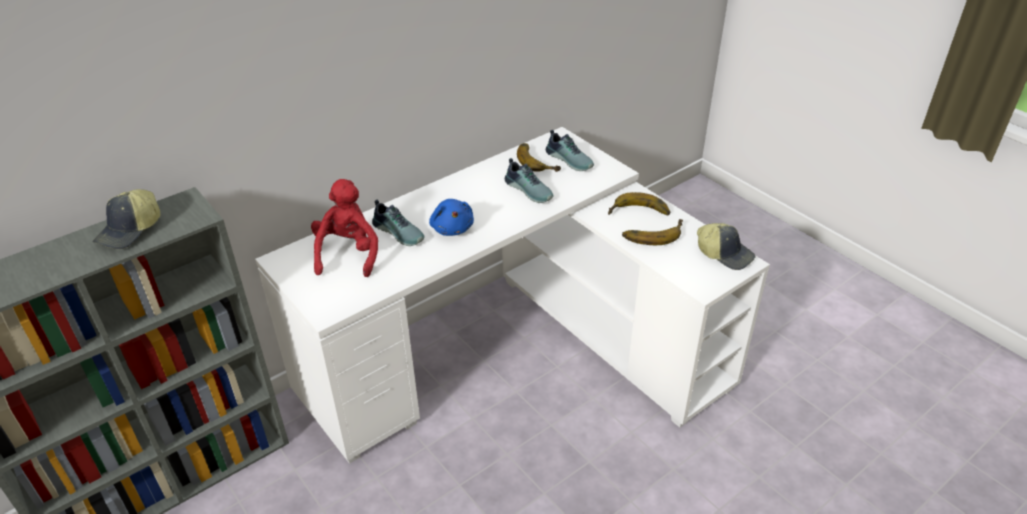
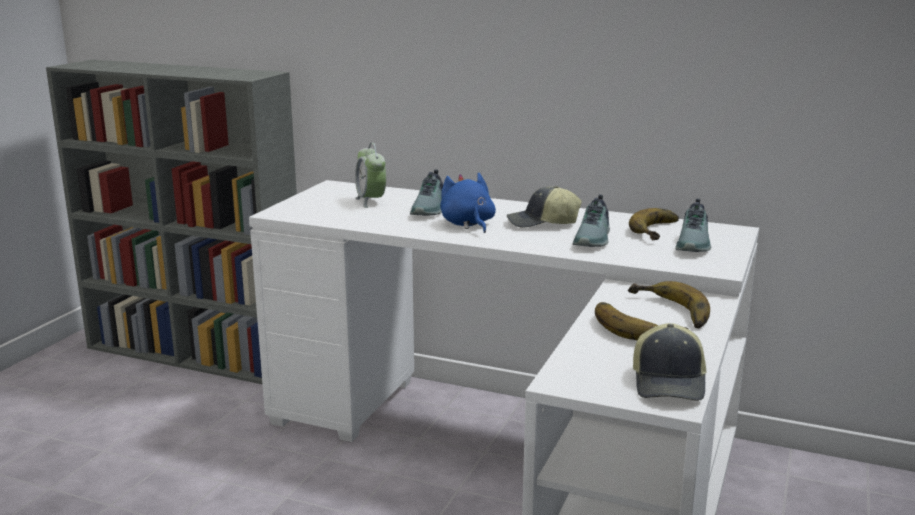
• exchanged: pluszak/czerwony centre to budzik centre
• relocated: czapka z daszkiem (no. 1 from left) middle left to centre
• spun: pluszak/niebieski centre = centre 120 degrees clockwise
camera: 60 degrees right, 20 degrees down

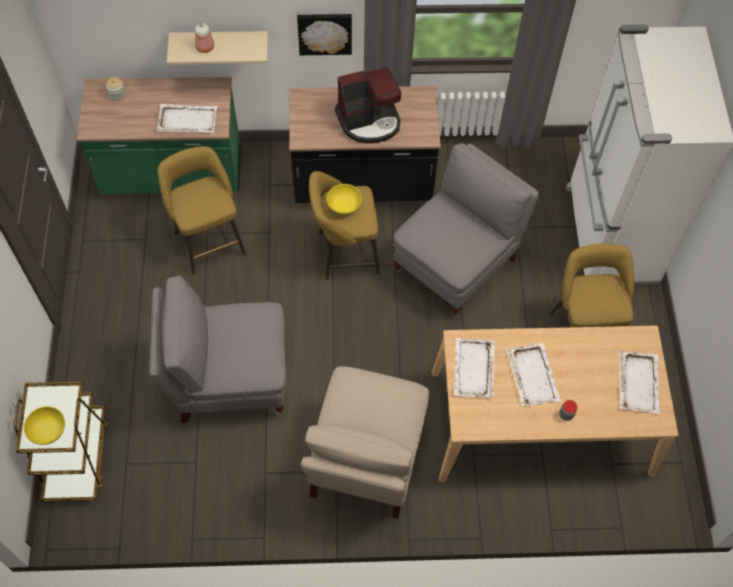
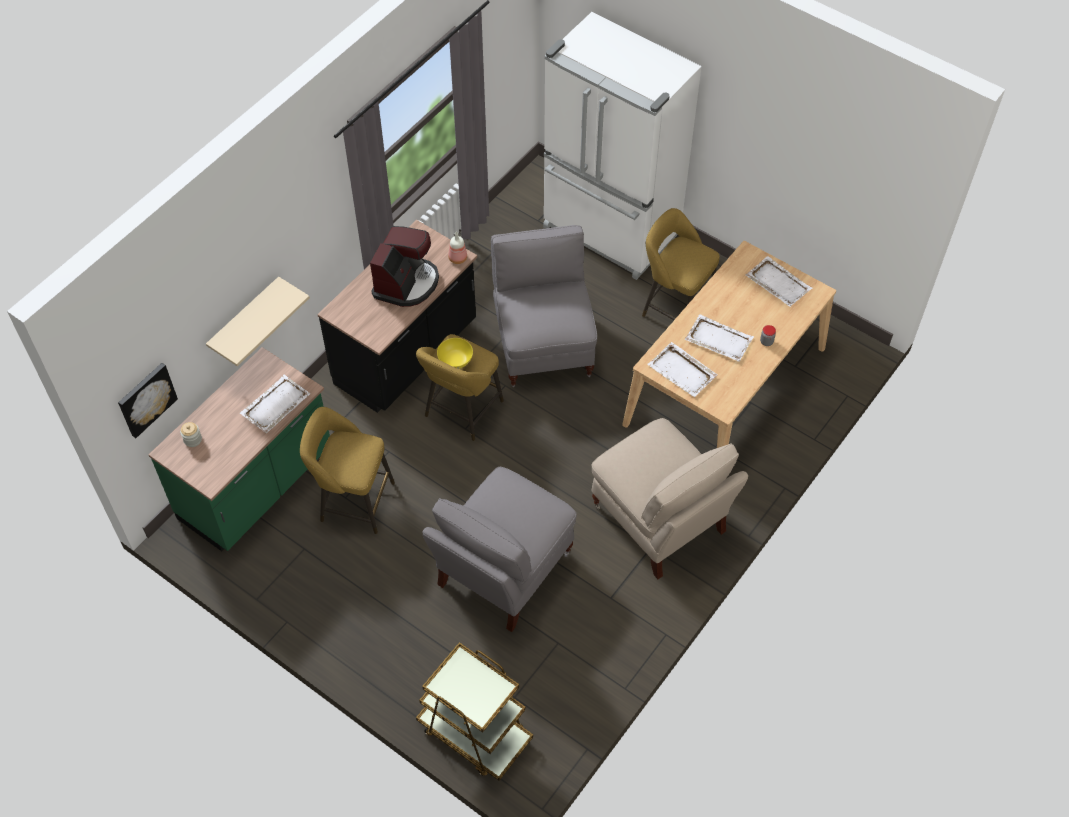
• relocated: obraz top centre to middle left
• relocated: butelka top left to top centre
• missing: miska/żółty (no. 1 from left) bottom left
camera: 50 degrees left, 5 degrees down

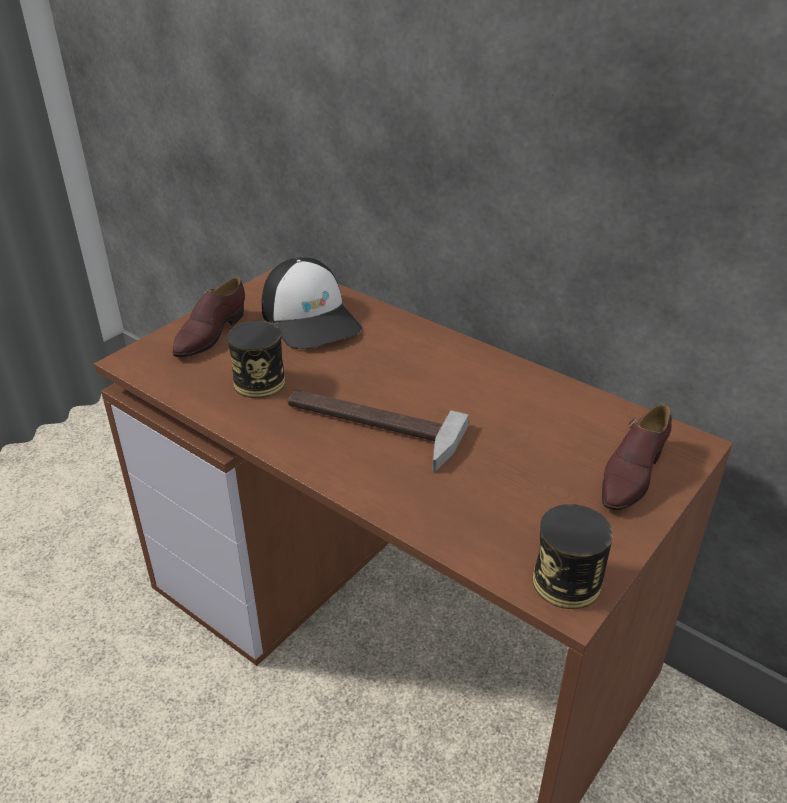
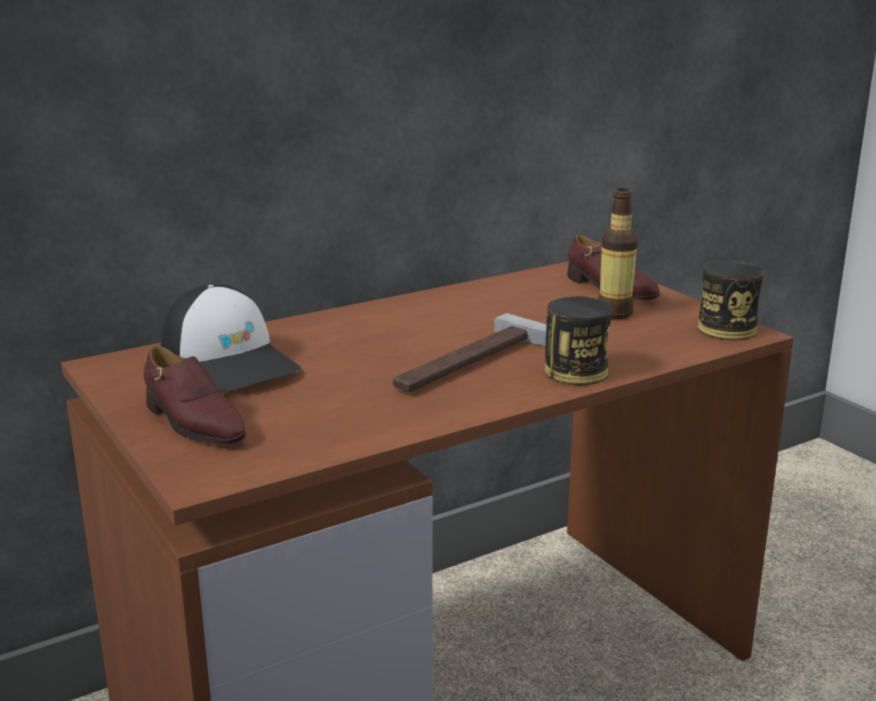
• spun: czapka z daszkiem centre = middle left 60 degrees clockwise
• relocated: puszka (no. 1 from left) middle left to centre
• appeared: butelka middle right
camera: 70 degrees left, 15 degrees down

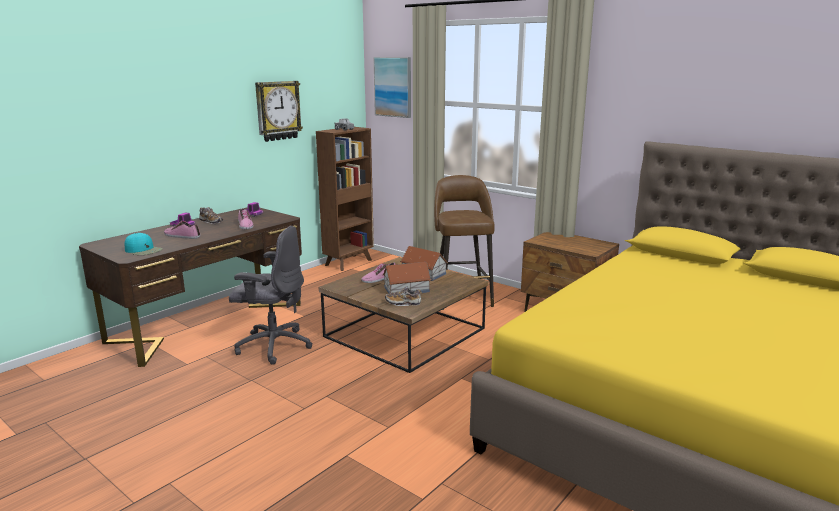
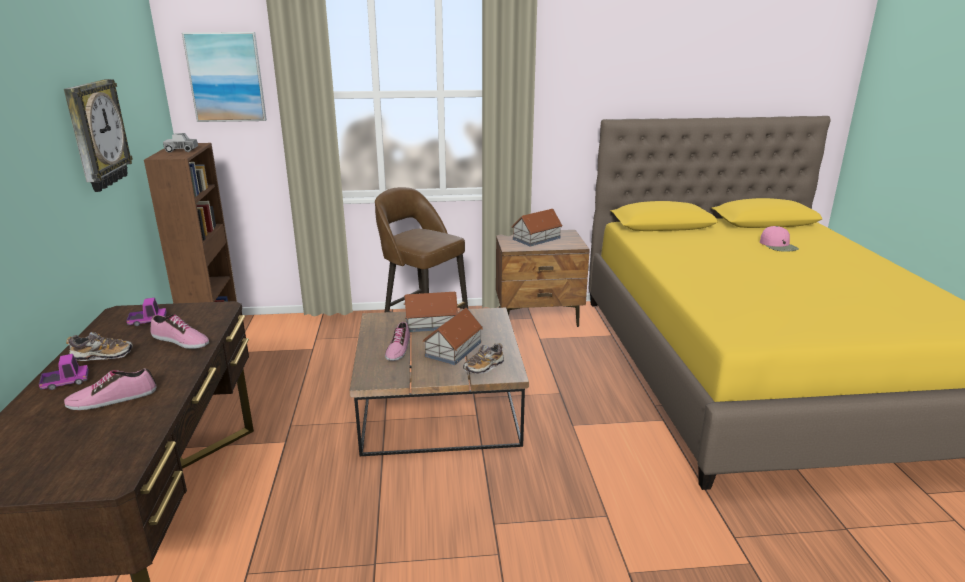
• missing: krzesło biurowe/szary middle left
• missing: czapka z daszkiem/turkusowy middle left
• appeared: domek (no. 3 from left) centre
• appeared: czapka z daszkiem/różowy middle right
camera: 45 degrees left, 5 degrees up

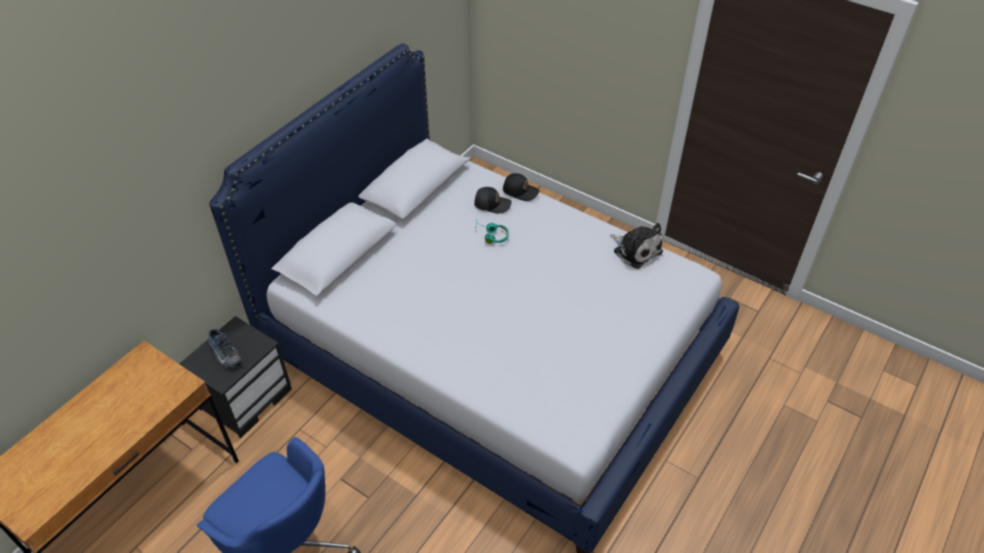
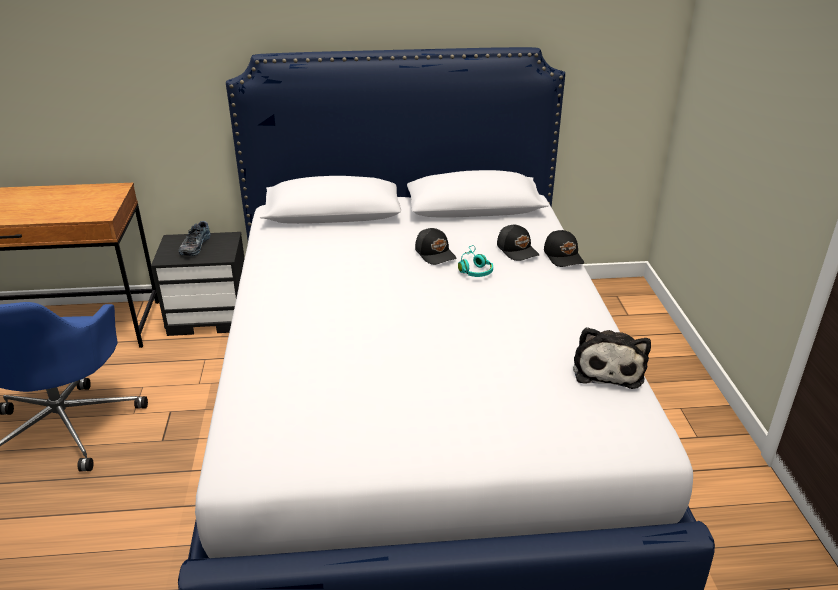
• appeared: czapka z daszkiem/czarny (no. 1 from left) centre
camera: 50 degrees right, 15 degrees down

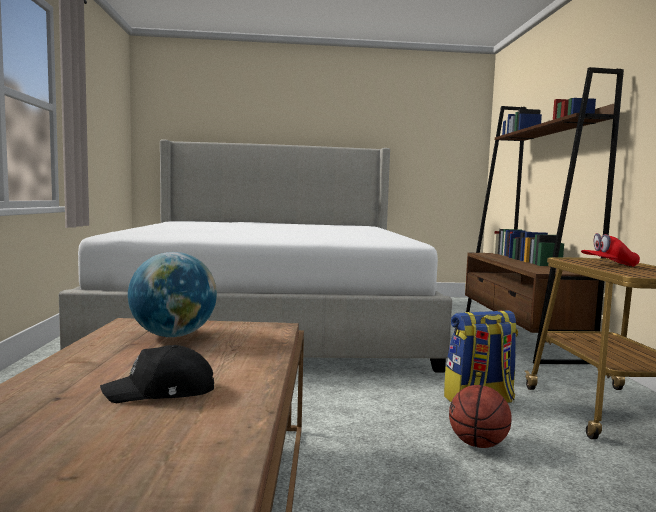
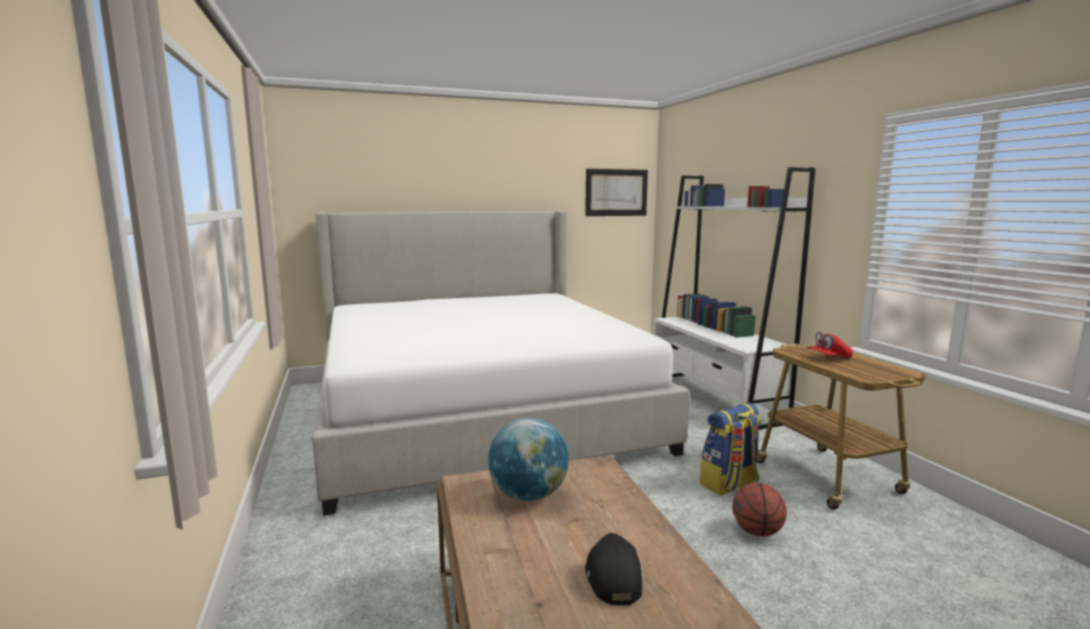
• colour: regał/brązowy middle right to regał/biały middle right
• spun: czapka z daszkiem/czarny bottom left = bottom centre 120 degrees clockwise
• appeared: obraz top centre
camera: 15 degrees left, 5 degrees up

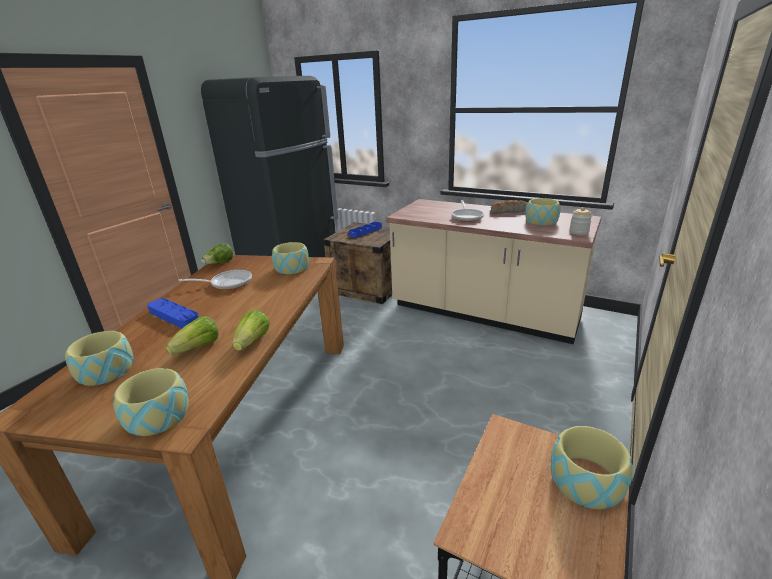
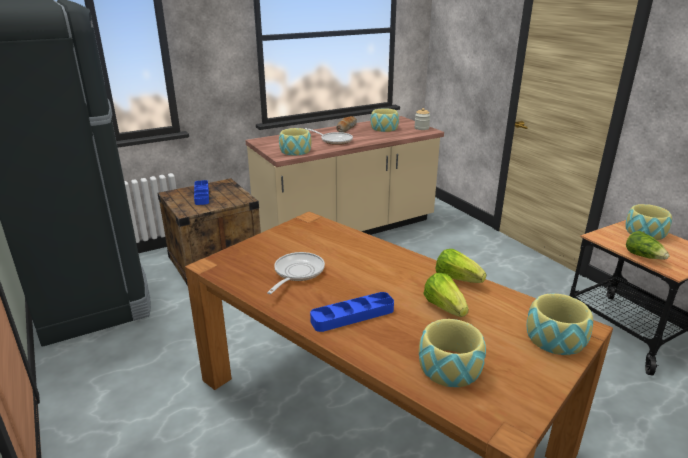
• relocated: miska (no. 3 from left in the first image) centre to miska (no. 1 from left) top centre
• relocated: sałata (no. 2 from left in the first image) middle left to sałata (no. 3 from left) middle right
camera: 60 degrees left, 0 degrees up

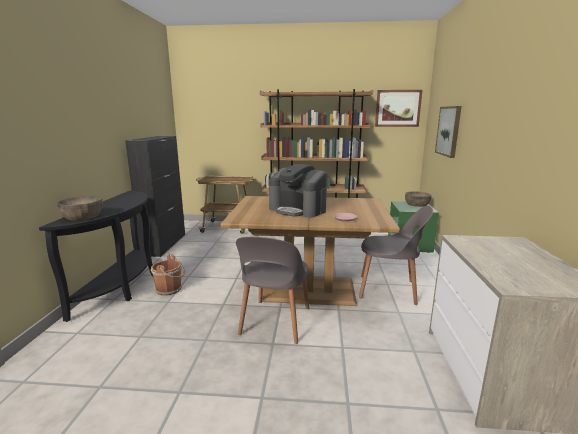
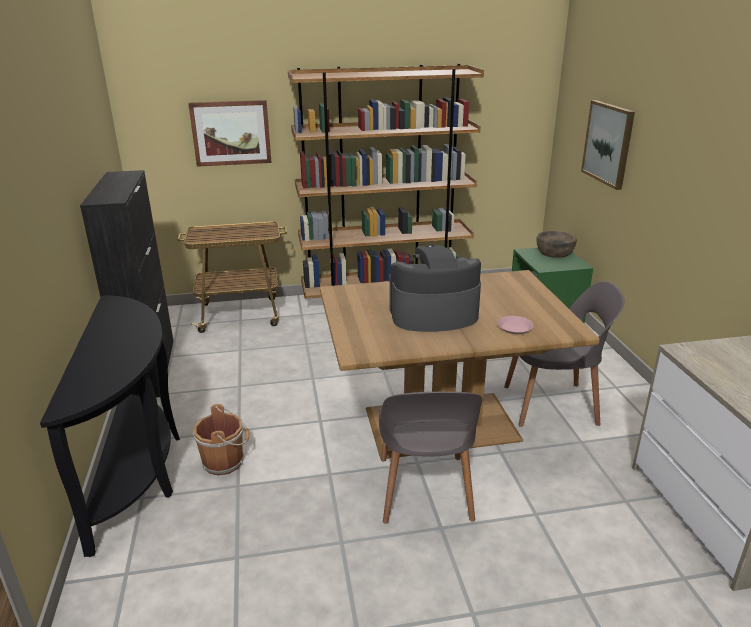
• relocated: obraz (no. 1 from left) top right to top left
• spun: ekspres do kawy centre = centre 150 degrees clockwise
• missing: miska/brązowy (no. 1 from left) middle left
camera: 15 degrees left, 10 degrees up

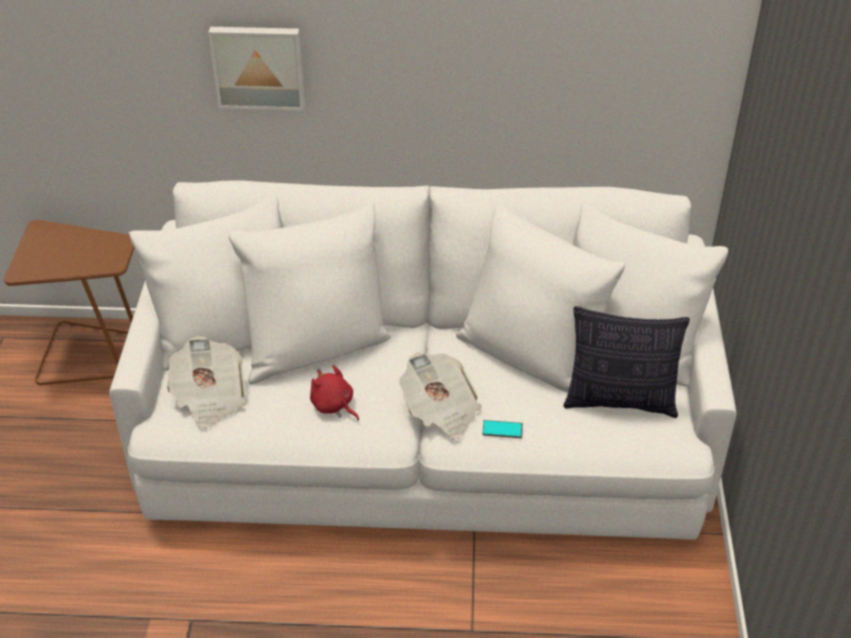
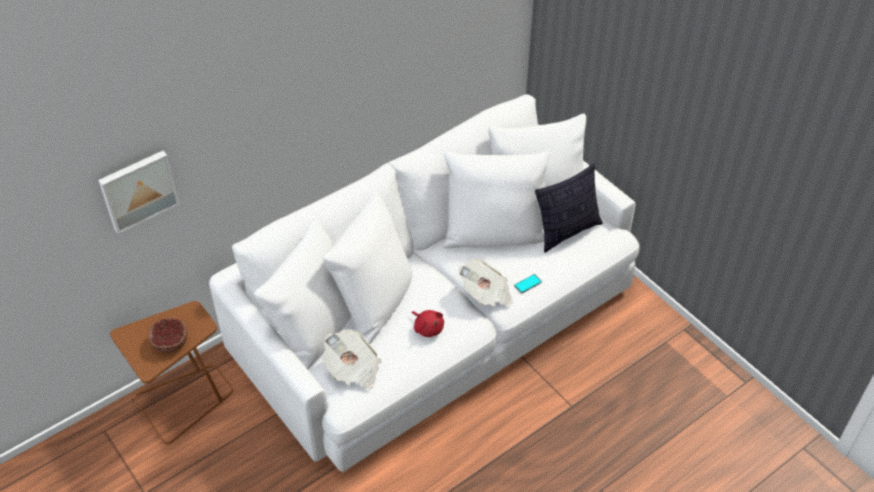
• relocated: obraz top left to middle left
• spun: pluszak/czerwony centre = centre 135 degrees counterclockwise
• appeared: miska bottom left
camera: 40 degrees left, 5 degrees up

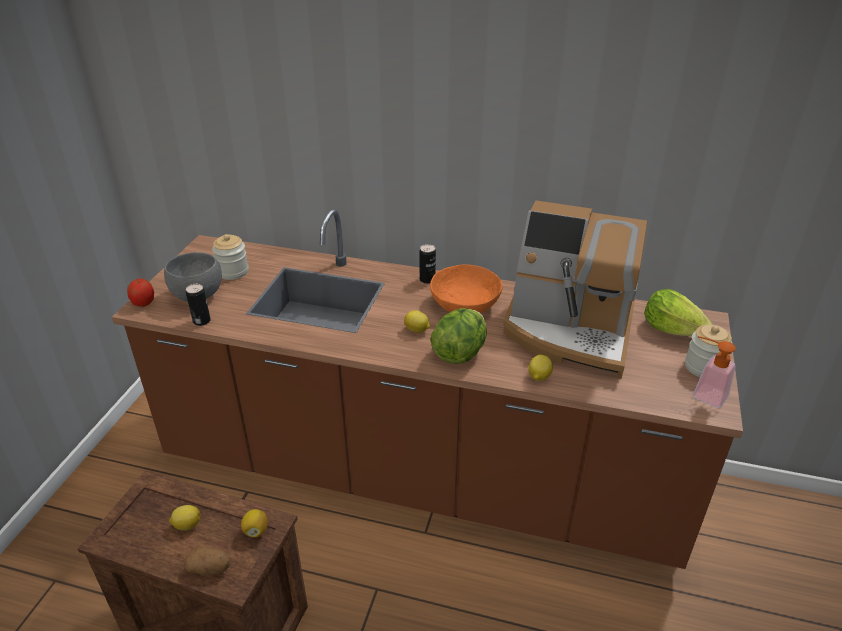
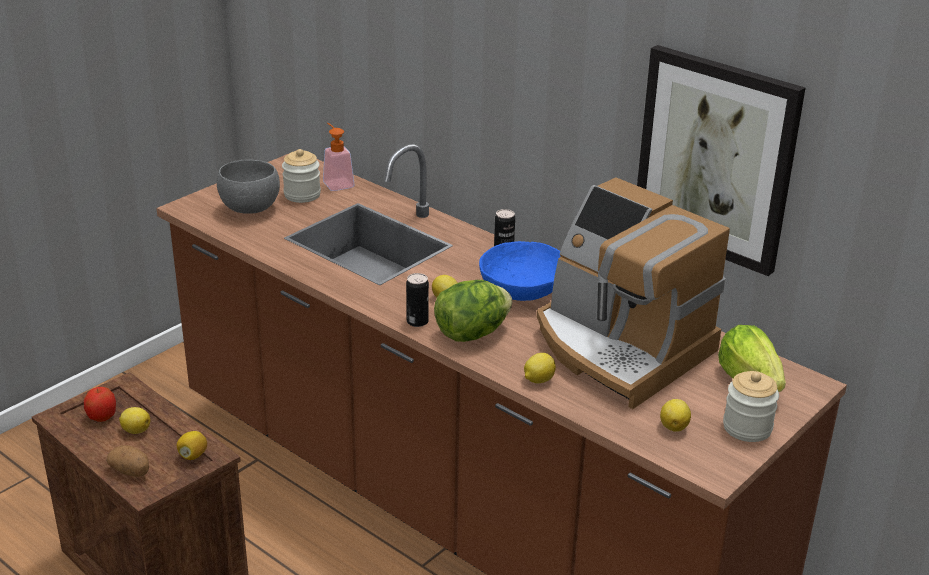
• colour: miska/pomarańczowy centre to miska/niebieski centre
• relocated: jabłko middle left to bottom left
• relocated: puszka (no. 1 from left) middle left to centre
• relocated: dozownik mydła middle right to top centre
• appeared: obraz top right
• appeared: cytryna (no. 5 from left) bottom right
camera: 25 degrees right, 5 degrees down

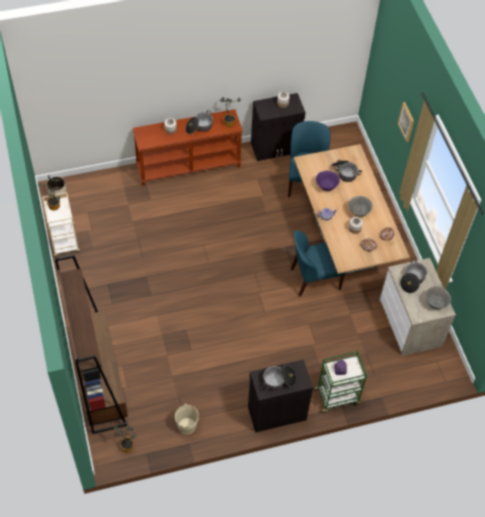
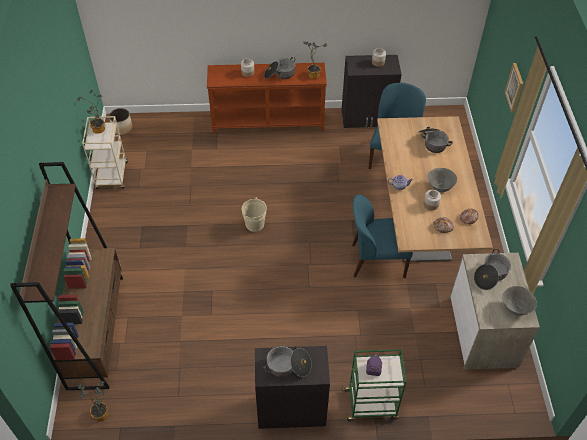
• missing: miska/fioletowy middle right
• relocated: wiadro/beżowy bottom centre to centre
camera: 15 degrees right, 5 degrees down

